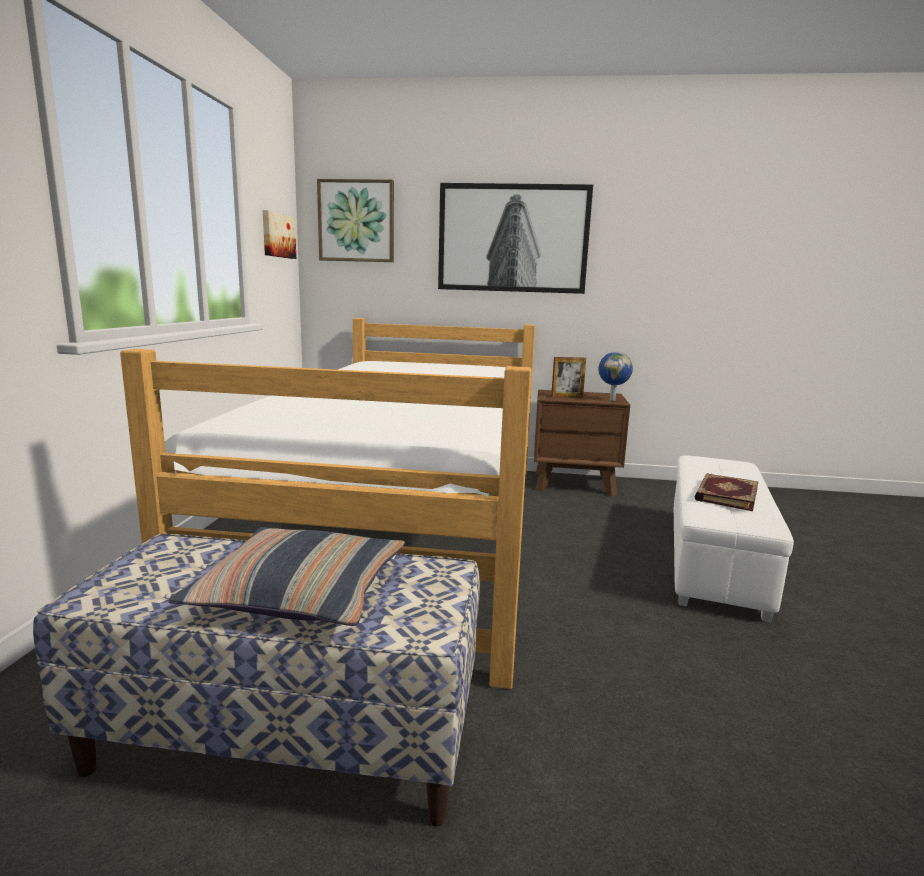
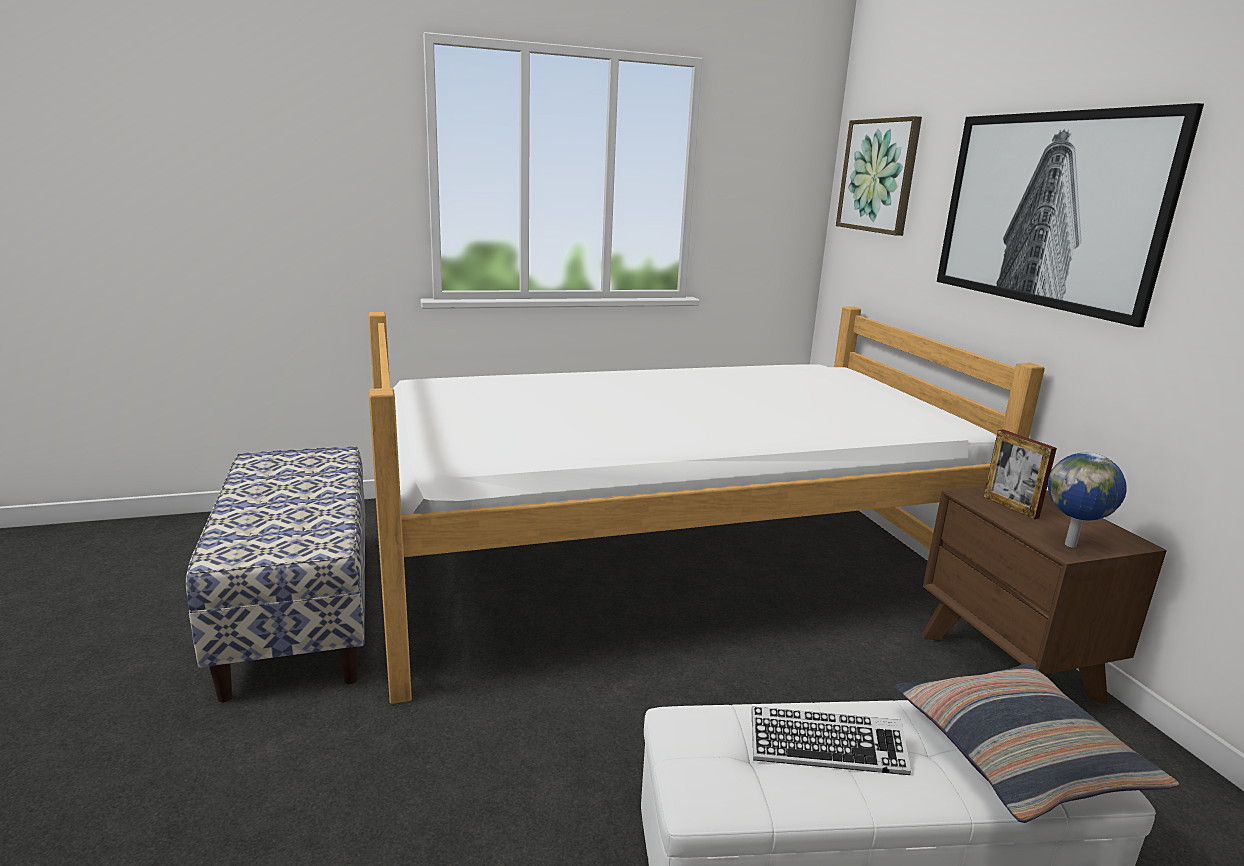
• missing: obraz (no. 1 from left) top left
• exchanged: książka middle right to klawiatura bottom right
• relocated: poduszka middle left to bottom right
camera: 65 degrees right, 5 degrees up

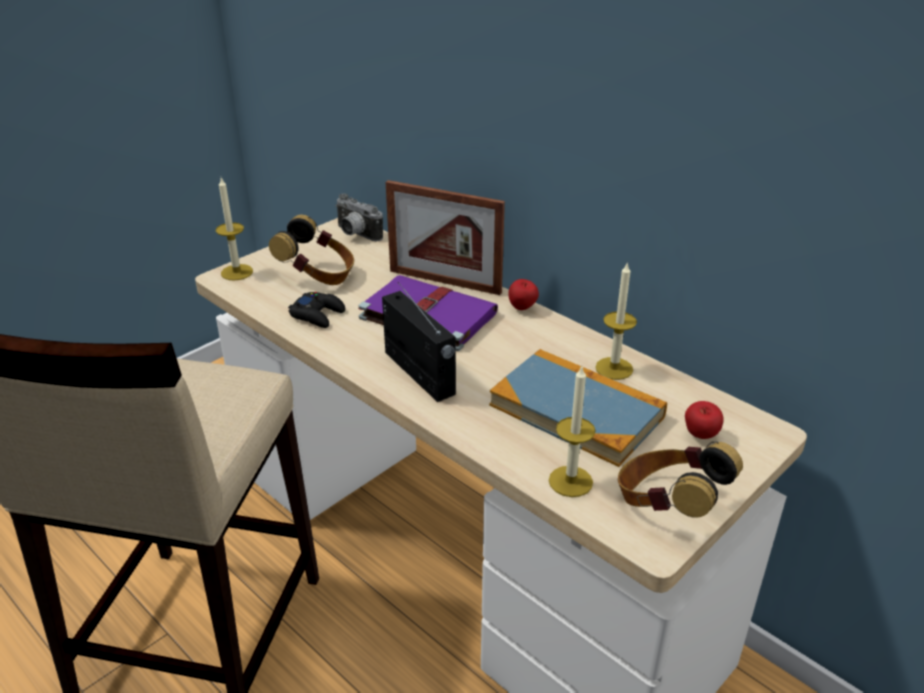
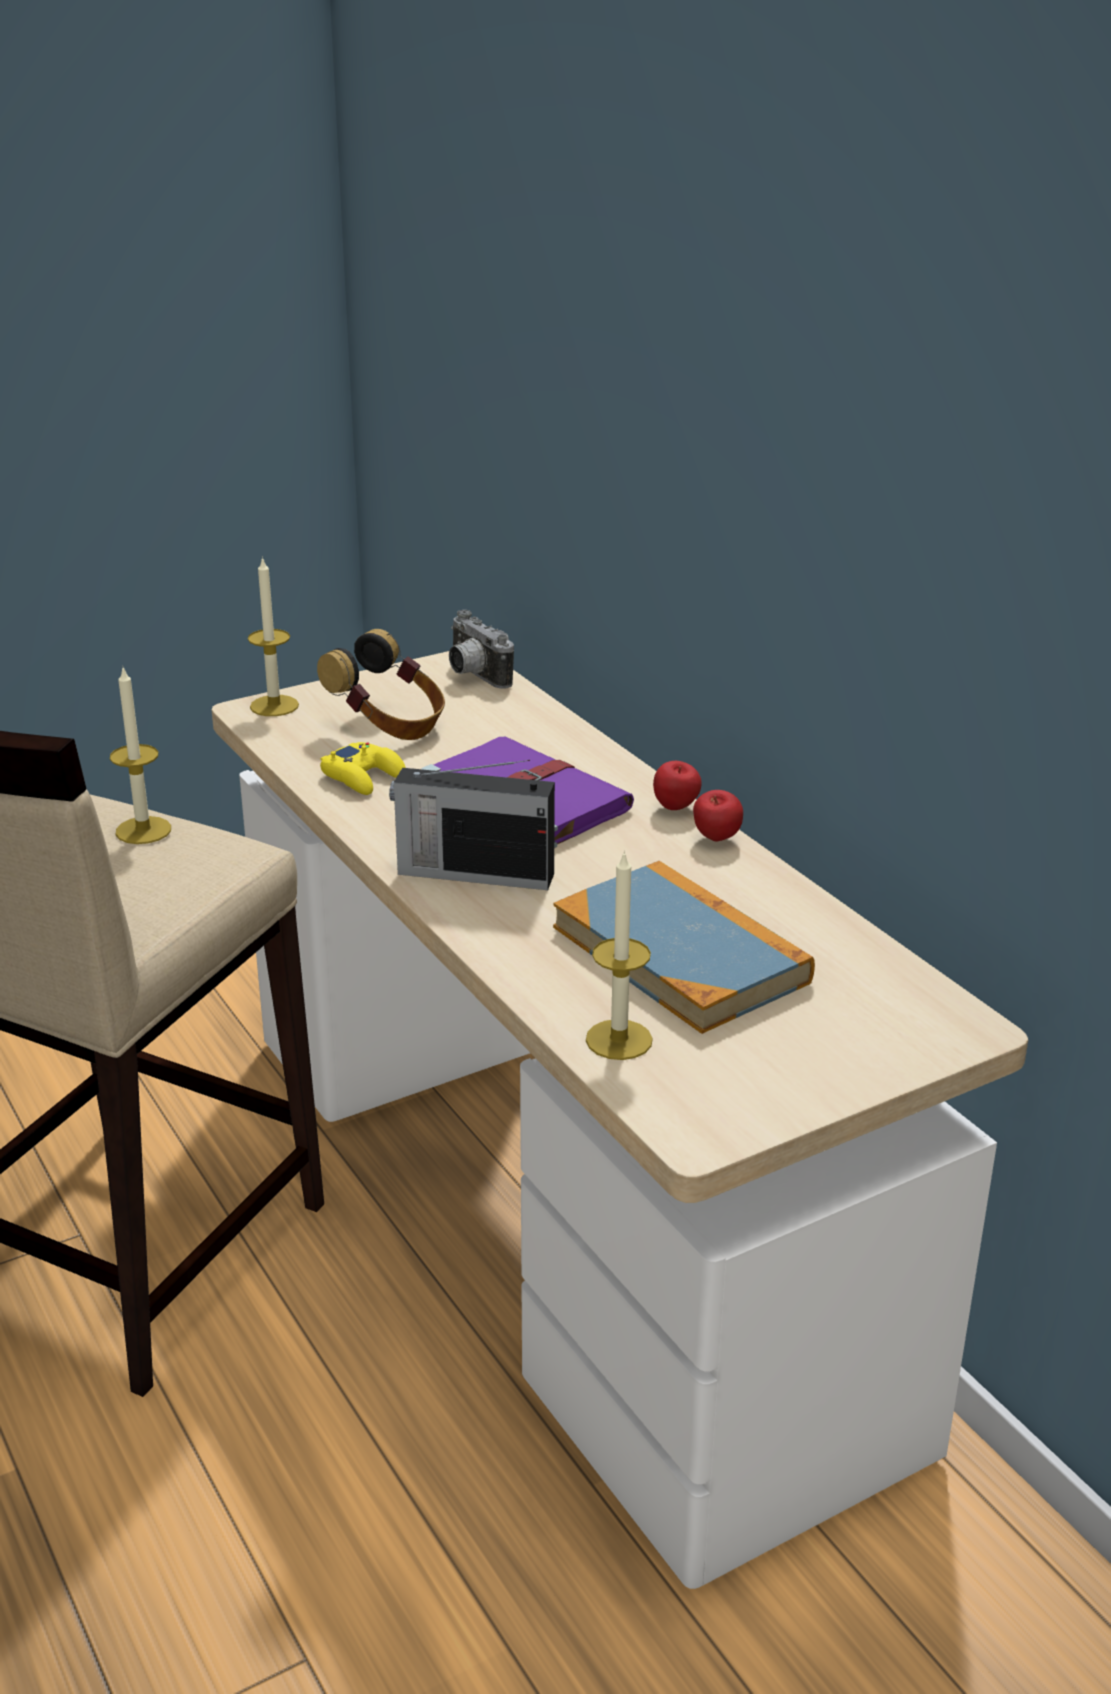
• missing: ramka na zdjęcie centre
• relocated: świeca (no. 3 from left in the first image) middle right to świeca (no. 1 from left) middle left
• spun: radio centre = centre 120 degrees clockwise
• colour: pad do gier/czarny centre to pad do gier/żółty middle left
• relocated: jabłko (no. 2 from left) middle right to centre
• missing: słuchawki (no. 2 from left) bottom right
camera: 15 degrees right, 5 degrees down

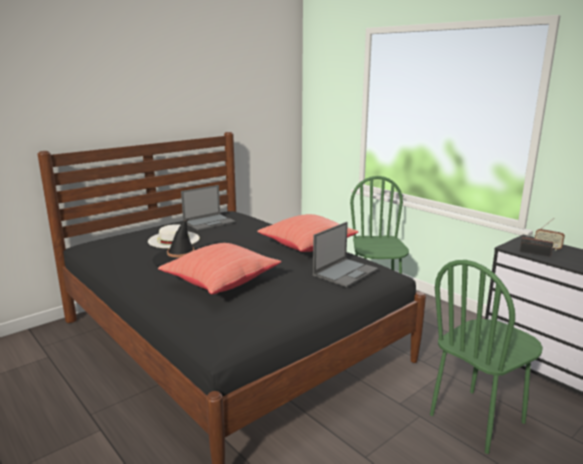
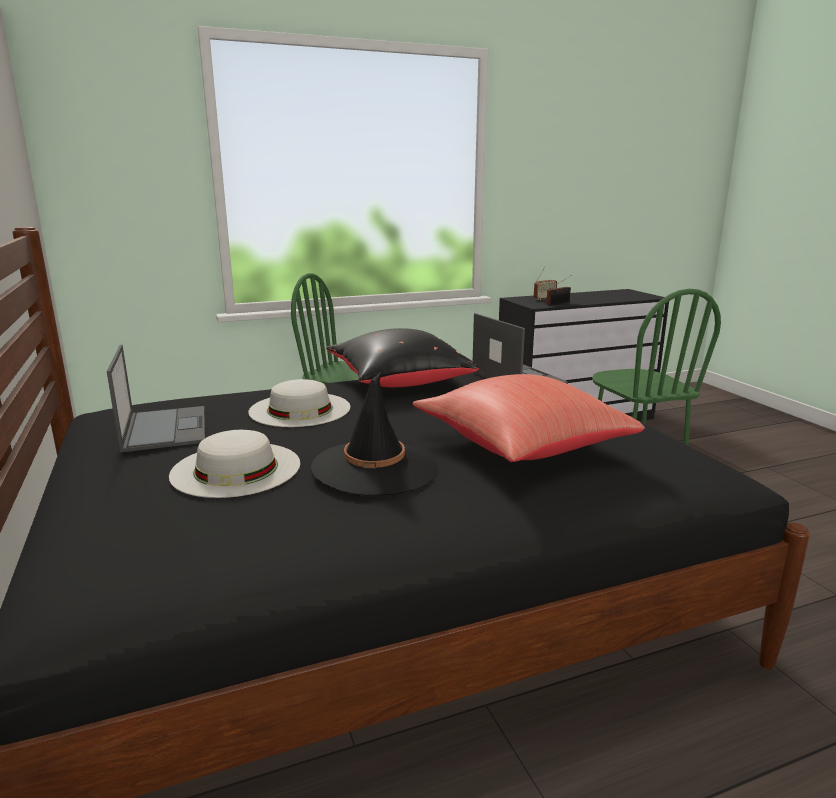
• colour: poduszka/czerwony (no. 2 from left) centre to poduszka/czarny centre
• appeared: kapelusz/biały (no. 2 from left) centre
camera: 70 degrees left, 0 degrees up

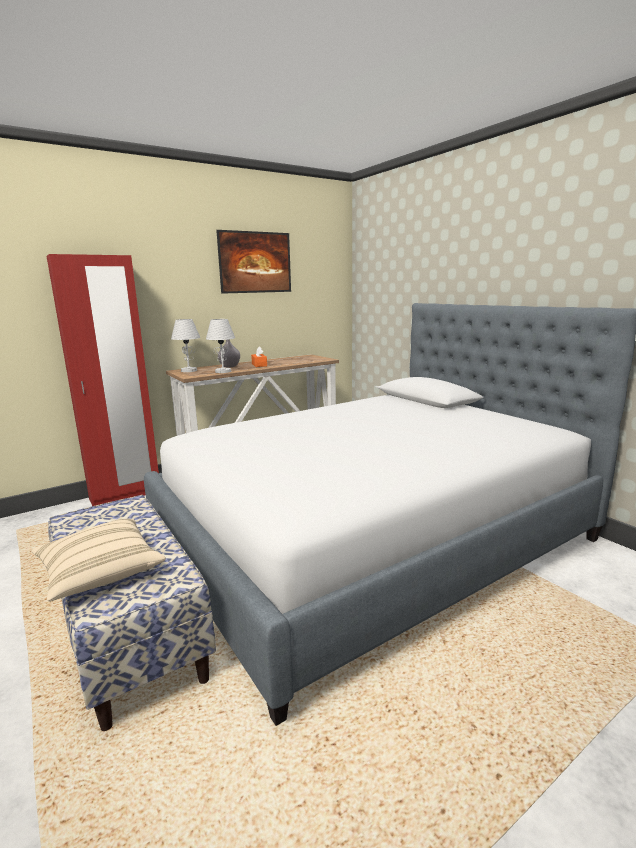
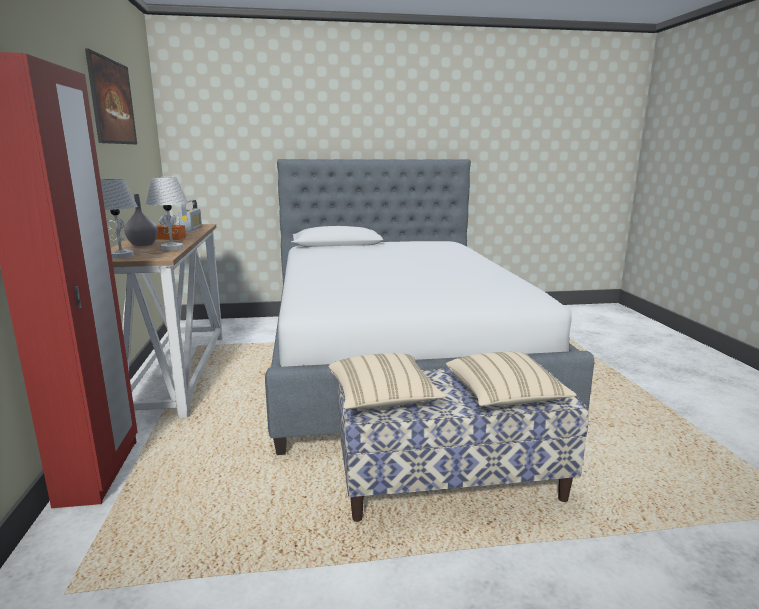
• appeared: radio middle left
• appeared: poduszka/beżowy (no. 1 from left) centre
camera: 65 degrees left, 0 degrees up

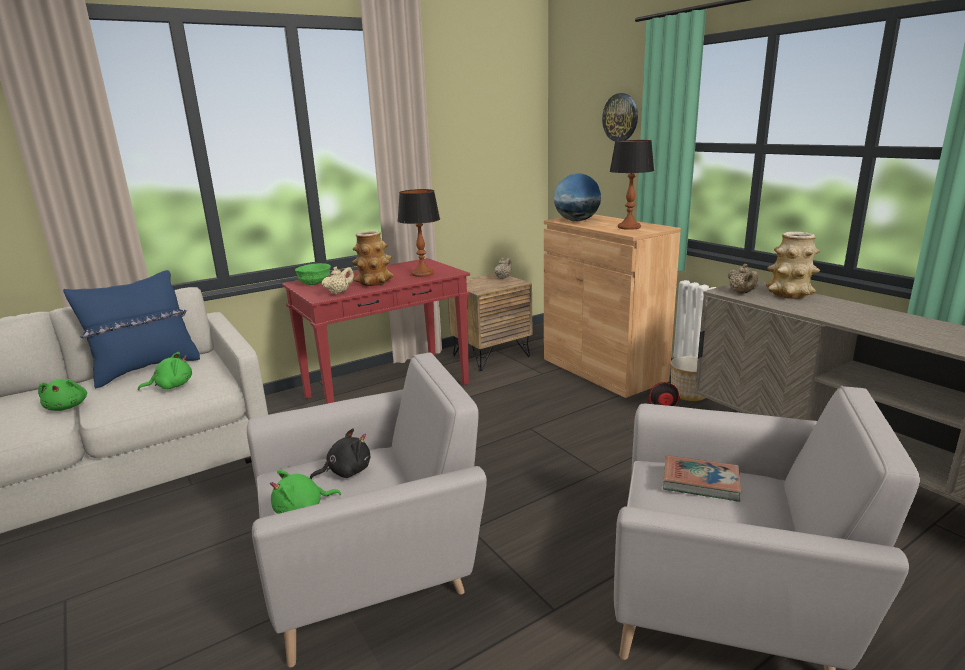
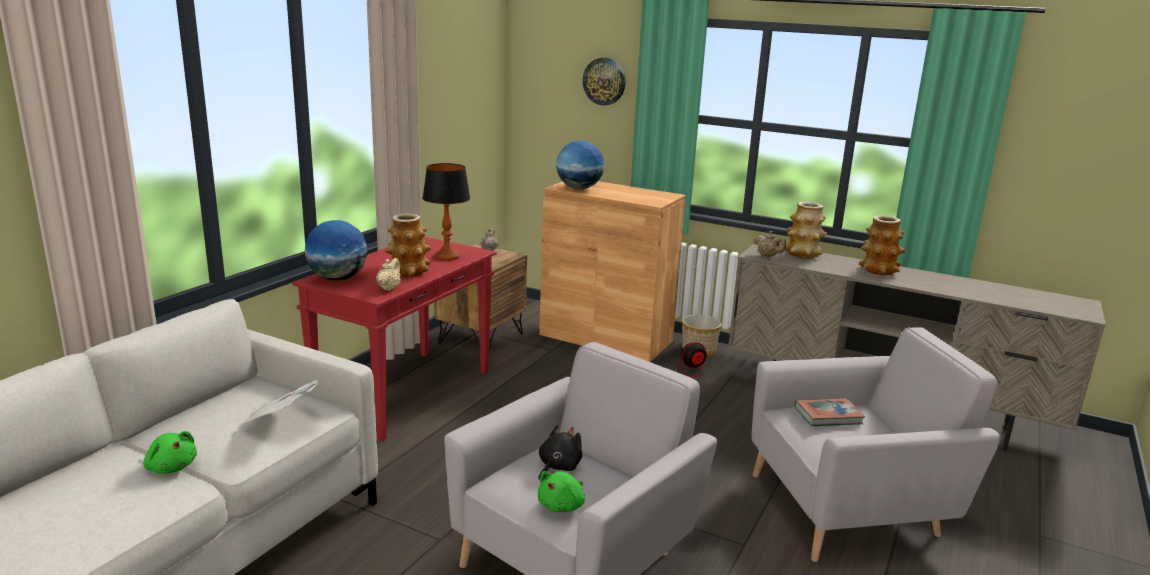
• missing: lampa stołowa (no. 2 from left) top centre
• exchanged: miska/zielony middle left to globus (no. 1 from left) middle left
• missing: poduszka/niebieski middle left
• exchanged: pluszak/zielony (no. 2 from left) middle left to gazeta bottom left
• appeared: wazon (no. 3 from left) middle right
camera: 30 degrees left, 0 degrees up

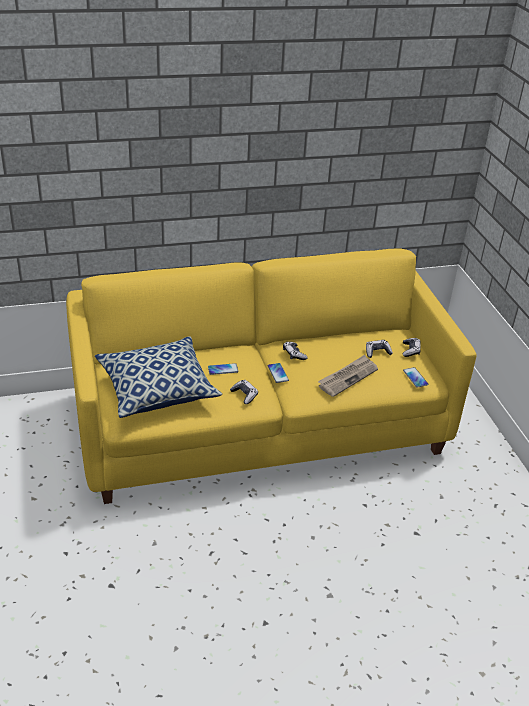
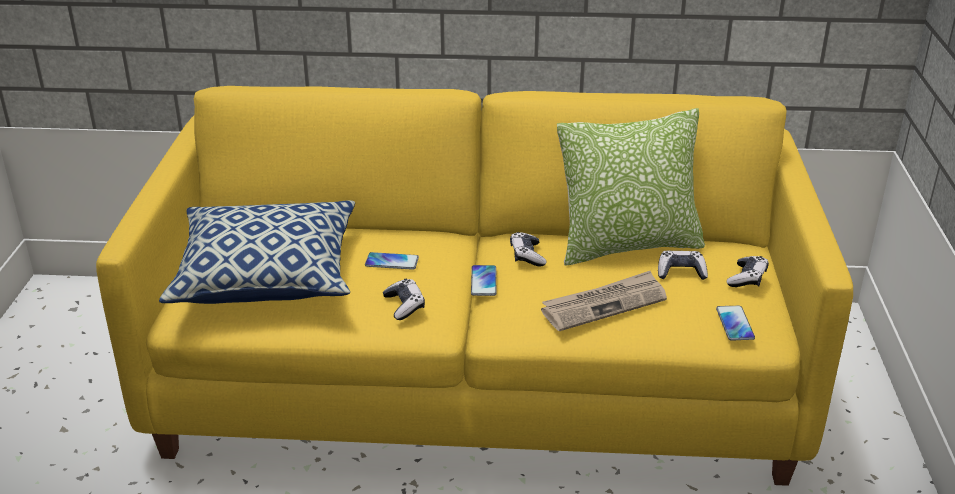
• appeared: poduszka (no. 2 from left) centre
camera: 20 degrees right, 5 degrees down

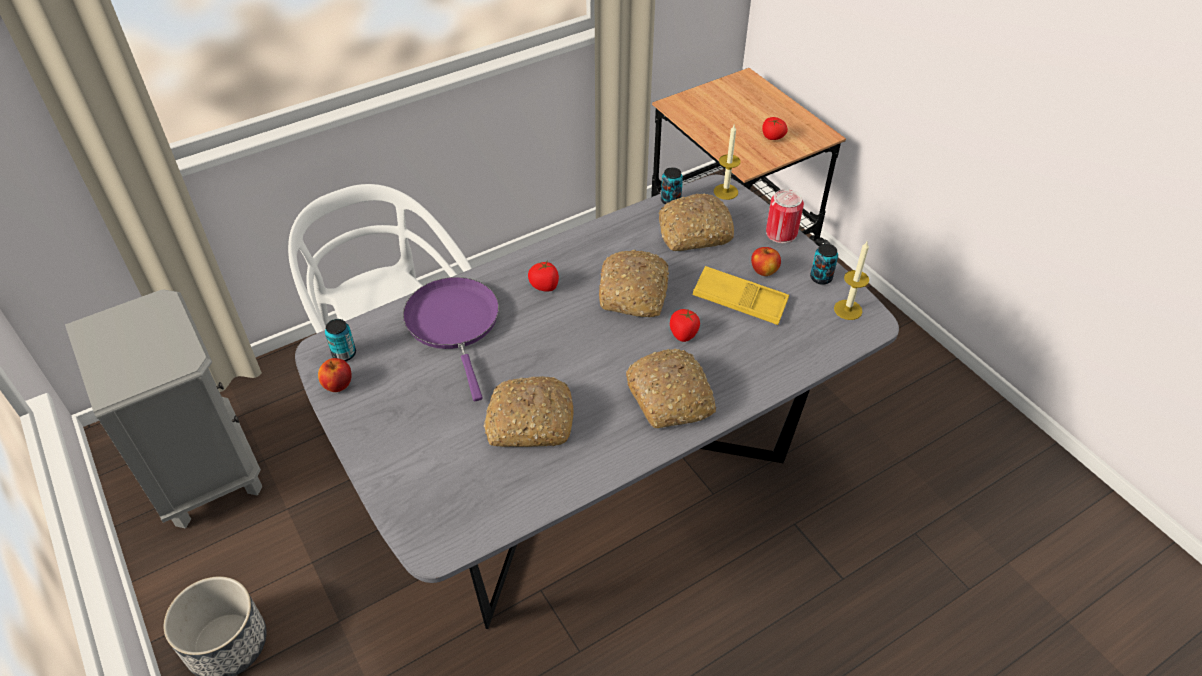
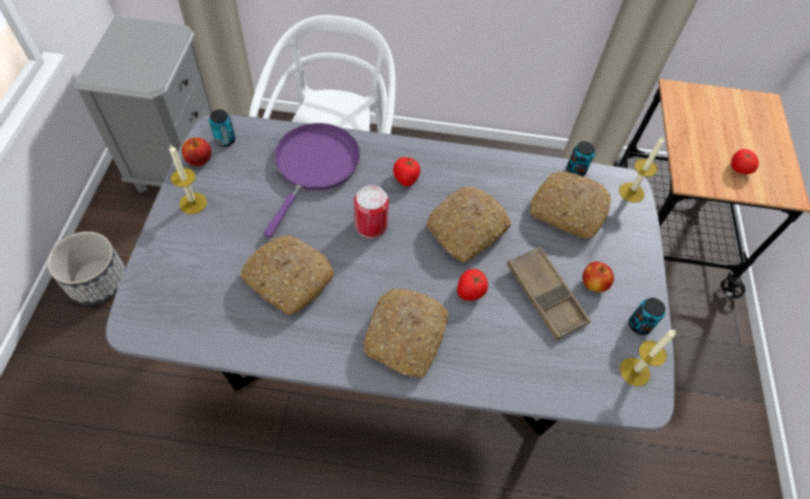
• relocated: puszka (no. 3 from left in the first image) top centre to puszka (no. 2 from left) centre
• colour: taca/żółty centre to taca/brązowy middle right
• appeared: świeca (no. 1 from left) middle left
camera: 35 degrees right, 10 degrees up

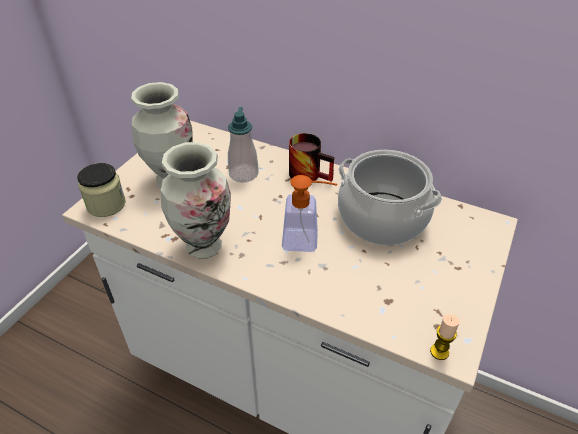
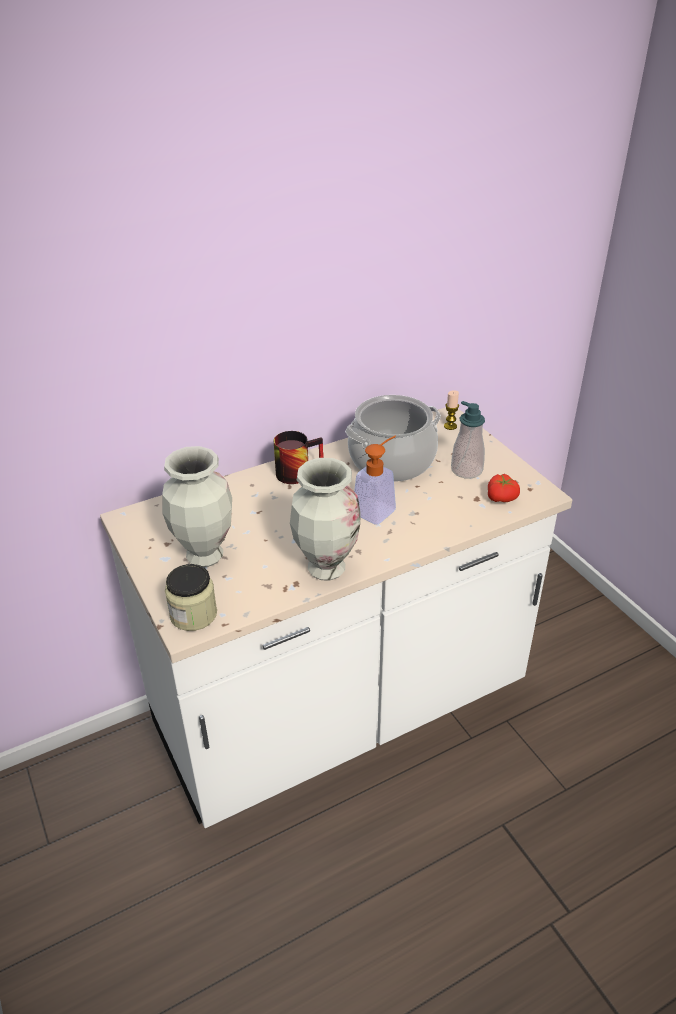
• relocated: dozownik mydła (no. 1 from left in the first image) centre to dozownik mydła (no. 2 from left) middle right
• relocated: świeca bottom right to middle right
• appeared: pomidor middle right
camera: 55 degrees left, 5 degrees down

